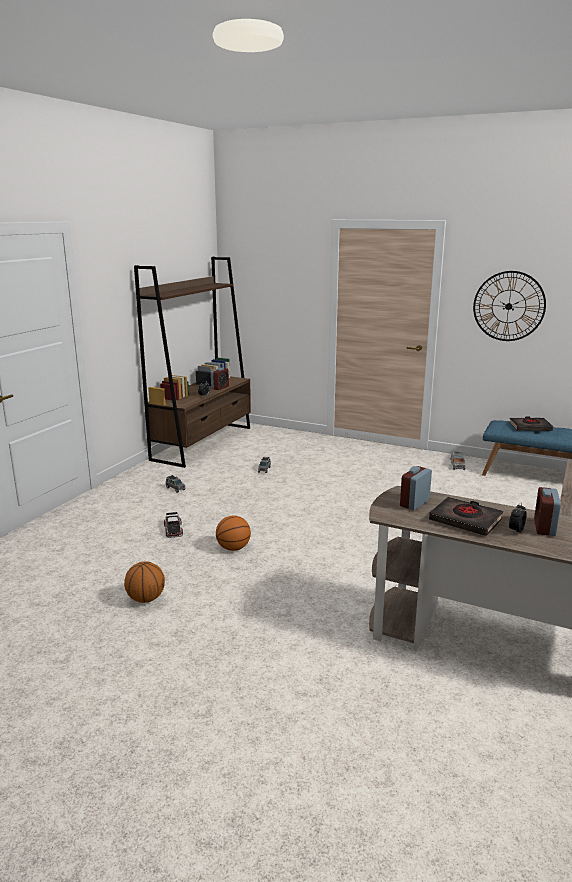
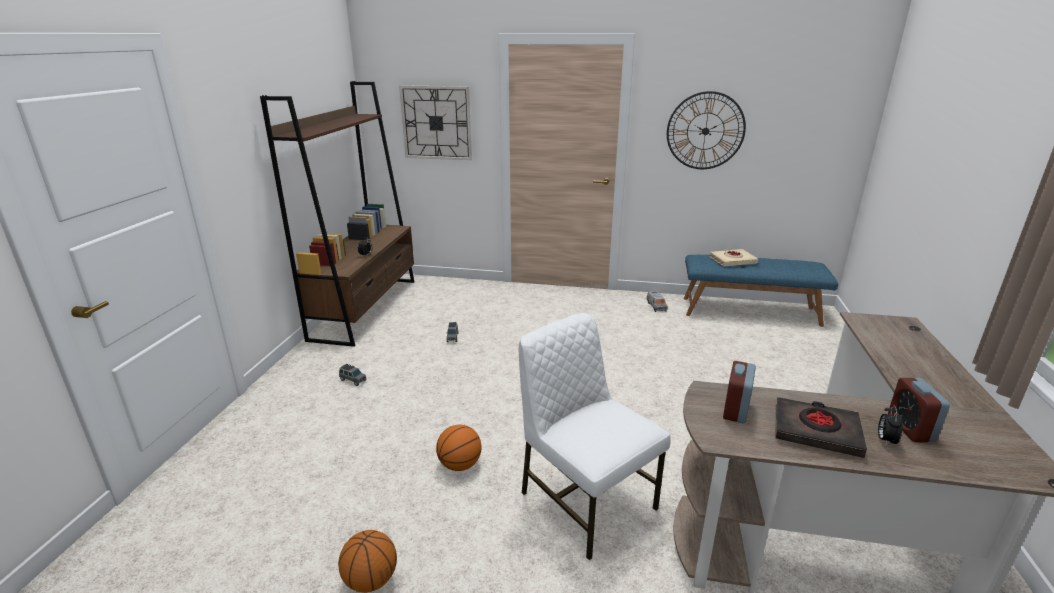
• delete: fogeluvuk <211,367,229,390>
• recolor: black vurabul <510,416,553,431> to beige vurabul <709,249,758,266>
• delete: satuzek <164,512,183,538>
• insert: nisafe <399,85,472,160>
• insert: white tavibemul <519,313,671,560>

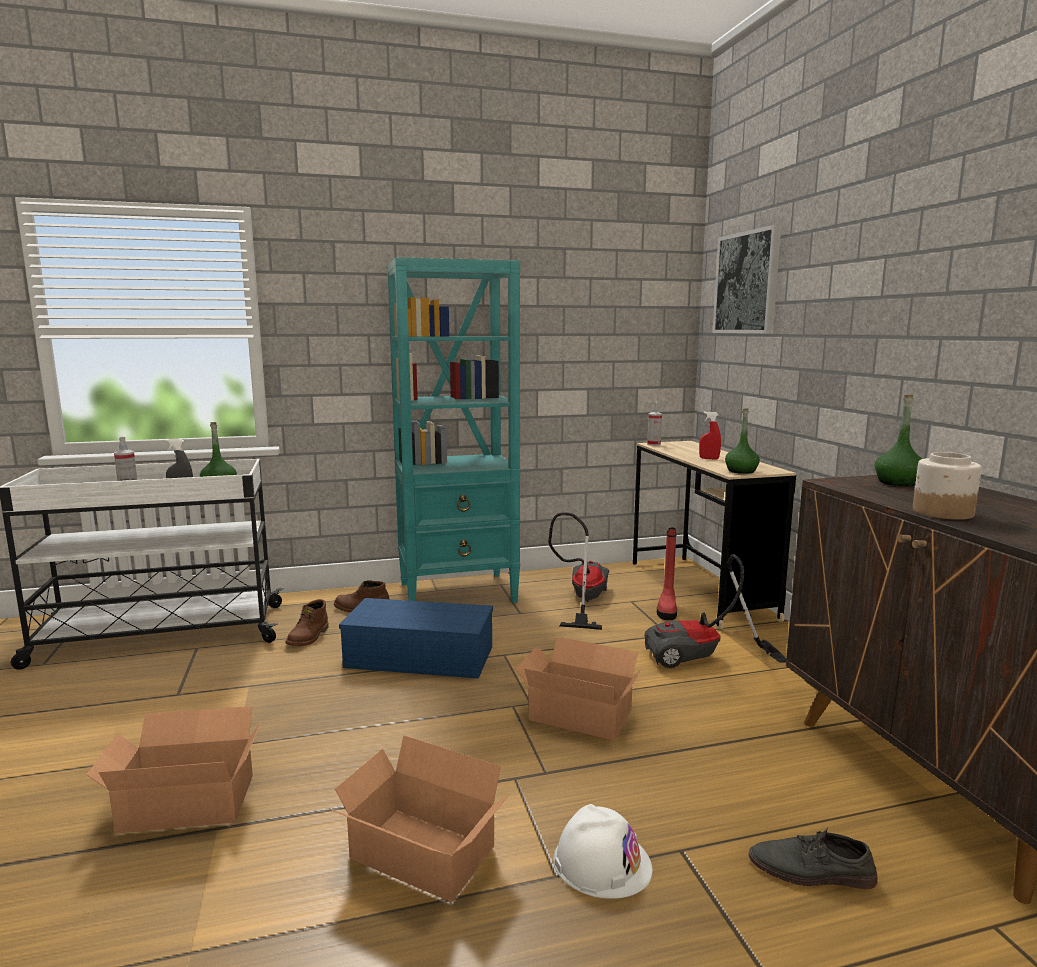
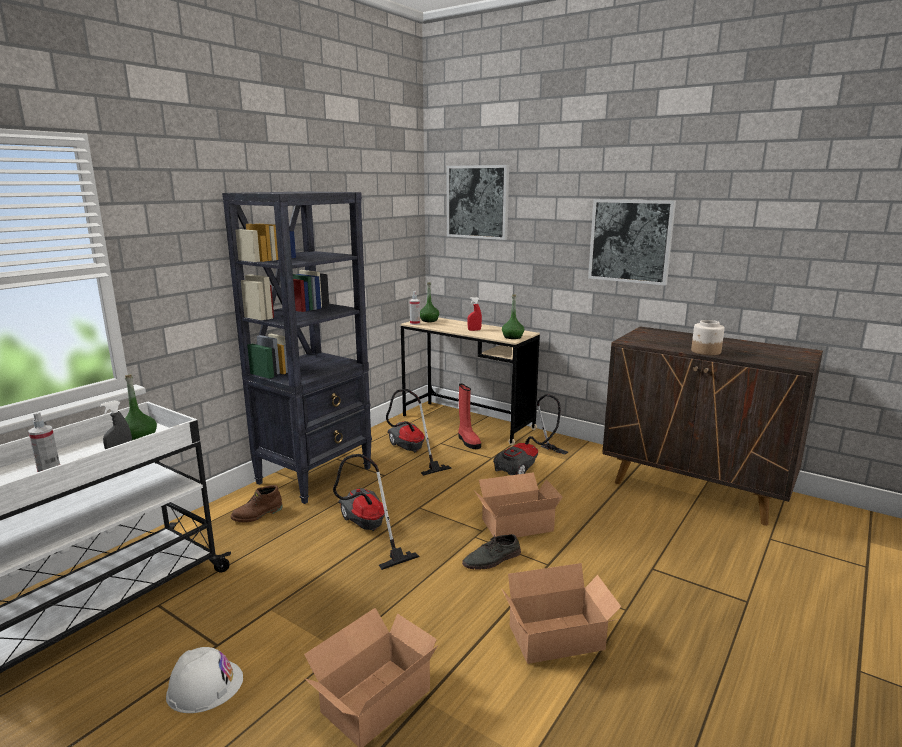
• recolor: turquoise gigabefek <387,257,520,603> to black gigabefek <222,192,372,504>
• move: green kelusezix <875,395,922,486> to <420,282,439,322>
• replace: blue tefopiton <339,598,493,679> to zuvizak <333,454,419,570>
• delete: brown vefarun <285,599,328,646>
• move: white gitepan <553,804,653,899> to <166,647,243,713>
• move: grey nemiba <749,828,878,889> to <462,534,521,570>
• insert: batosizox <588,199,676,285>

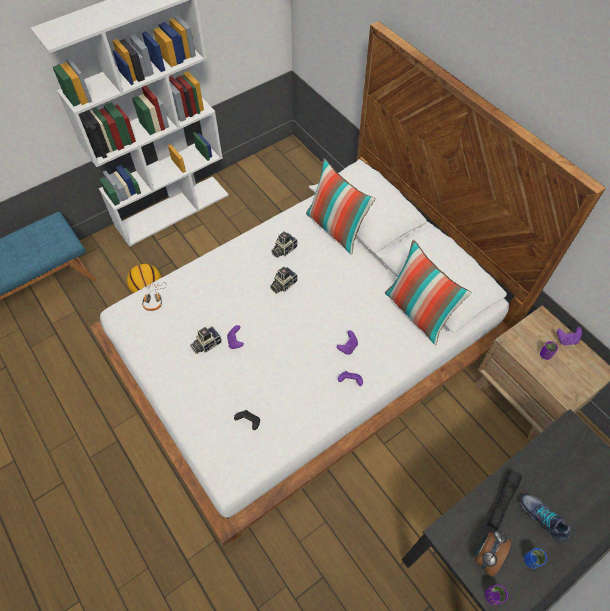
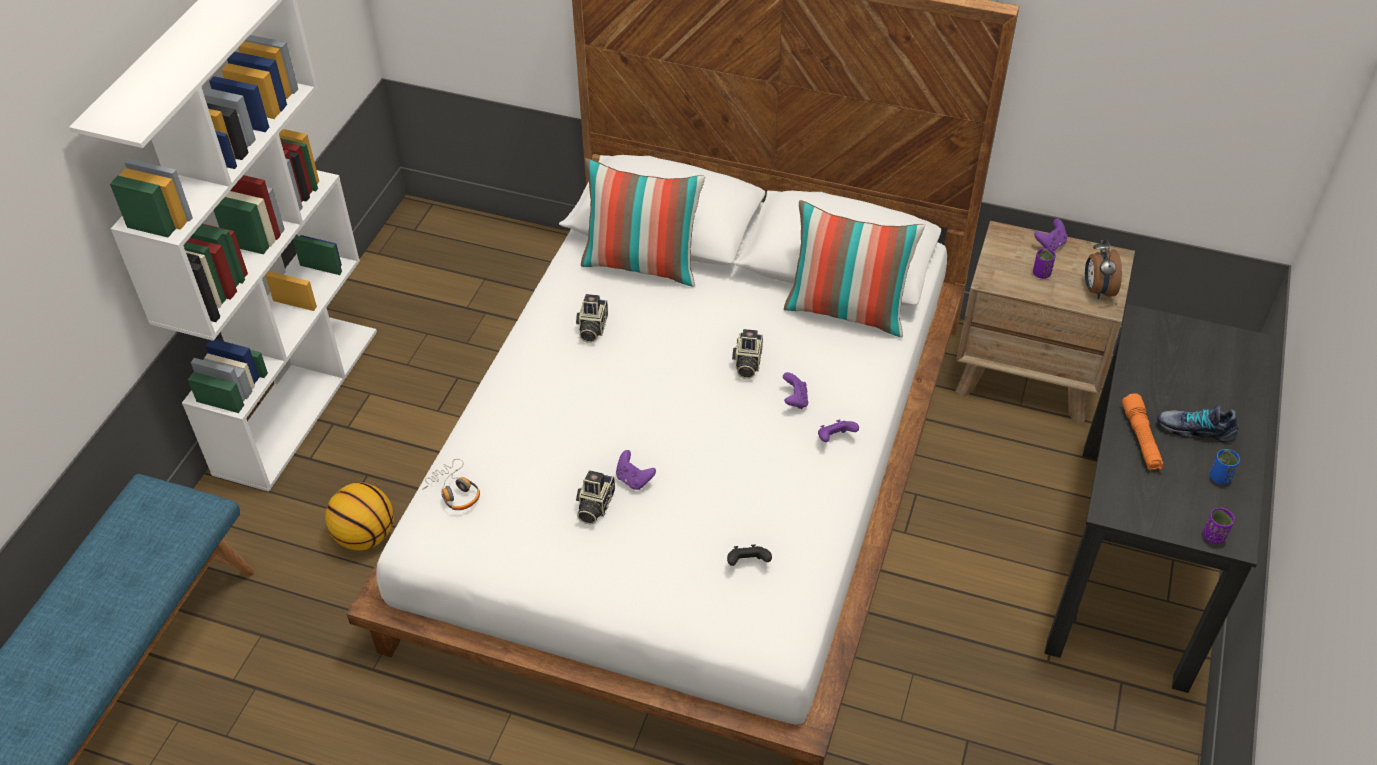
• move: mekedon <270,267,298,294> to <732,329,763,379>
• recolor: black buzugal <487,470,522,531> to orange buzugal <1122,393,1164,470>
• move: fogeluvuk <475,530,511,577> to <1085,239,1122,299>

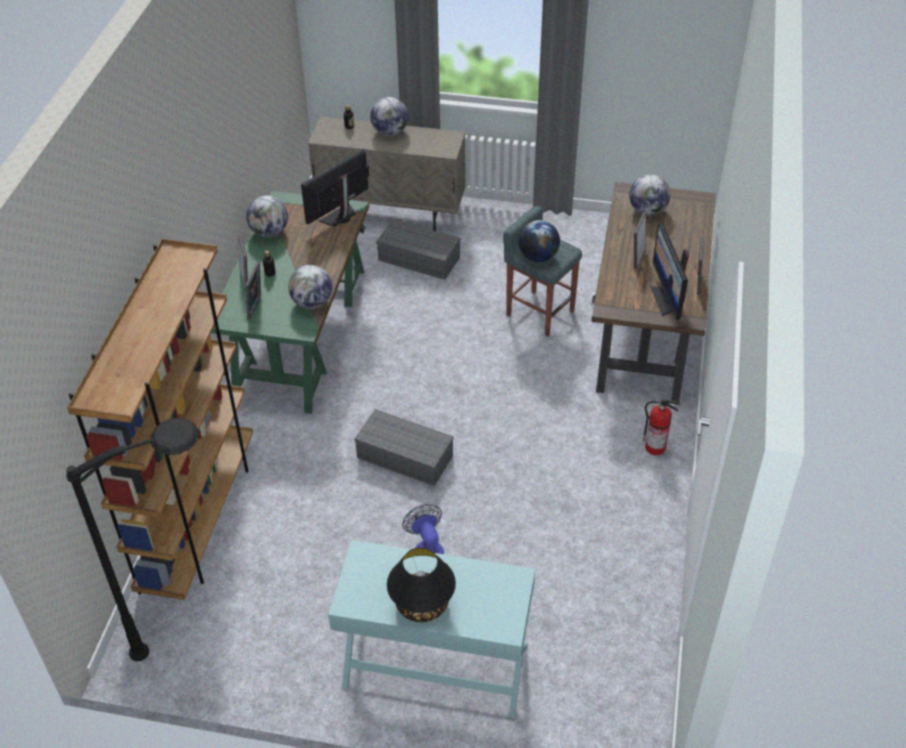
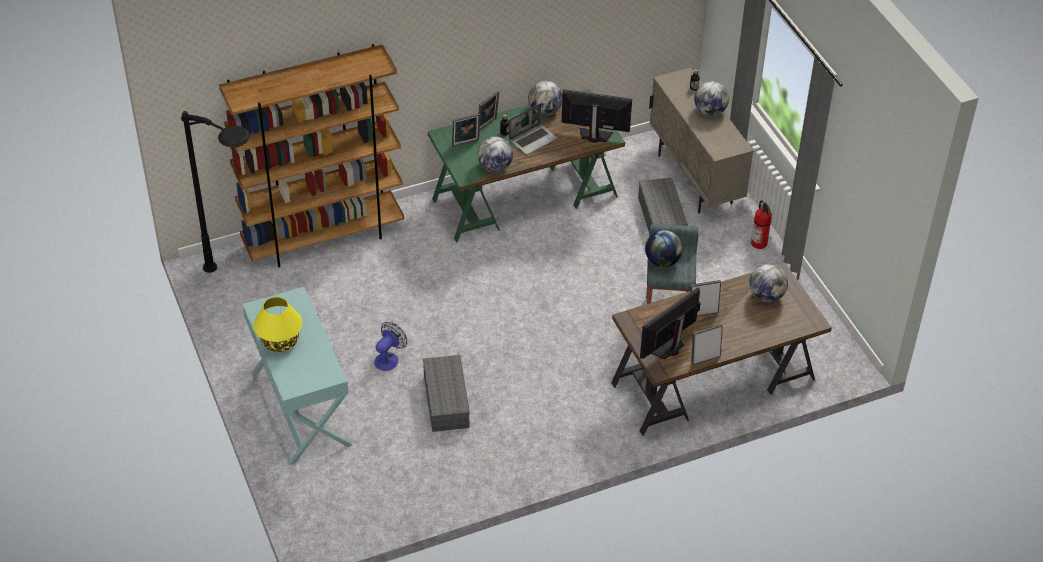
• move: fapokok <643,399,680,455> to <751,200,772,249>
• move: grey tefopiton <354,409,454,486> to <423,355,470,432>
• recolor: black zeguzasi <387,547,456,622> to yellow zeguzasi <253,297,302,352>
• insert: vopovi <509,104,557,155>

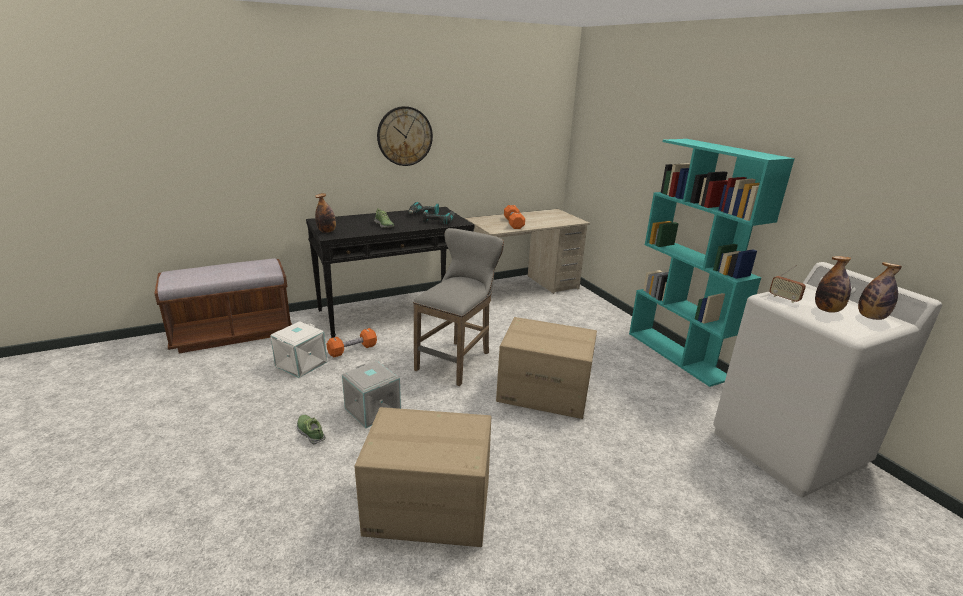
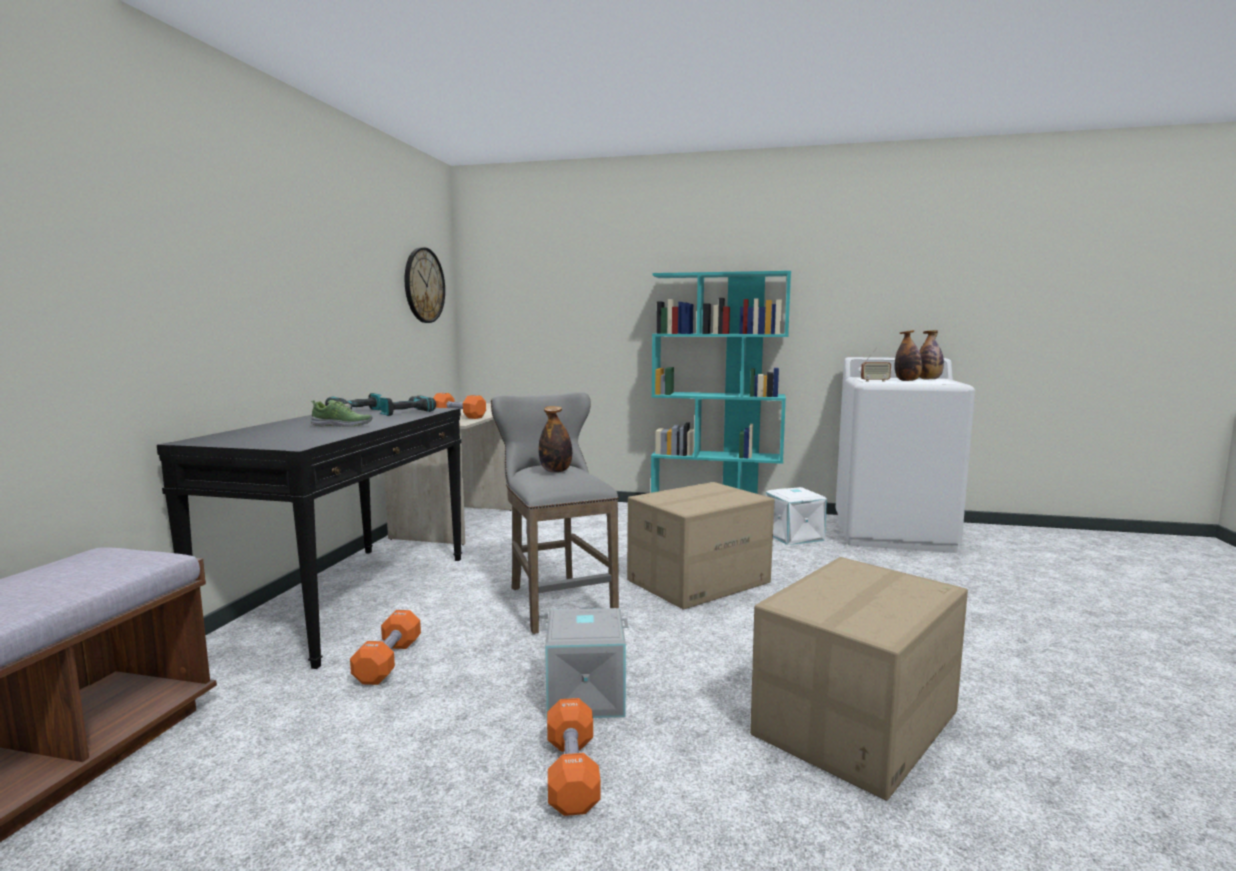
• move: nisafe <377,106,433,166> to <405,247,445,323>
• move: kelusezix <315,193,336,233> to <539,406,572,473>
• move: white tefopiton <270,321,327,378> to <766,487,827,545>
• replace: nemiba <297,415,326,445> to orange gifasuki <547,698,601,816>

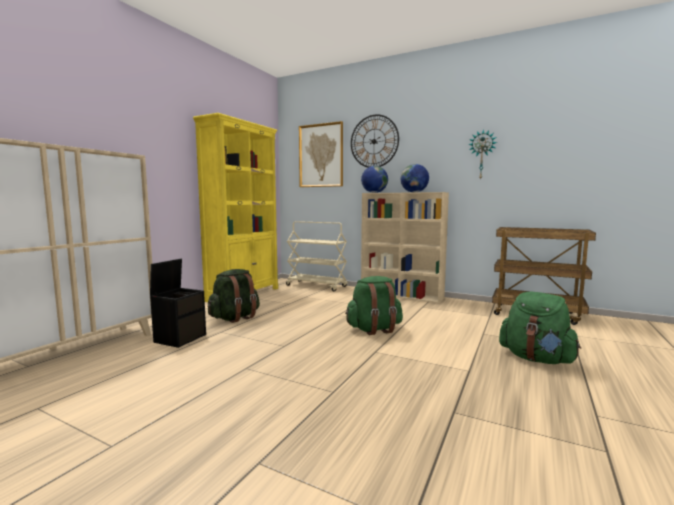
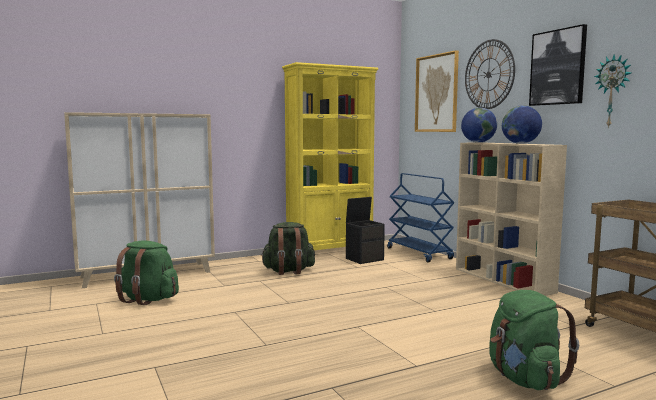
• recolor: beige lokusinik <286,221,347,292> to blue lokusinik <387,173,455,263>
• move: black tefopiton <150,259,206,348> to <346,197,385,264>
• move: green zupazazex <345,276,403,335> to <114,241,179,305>
• insert: batosizox <529,24,587,106>

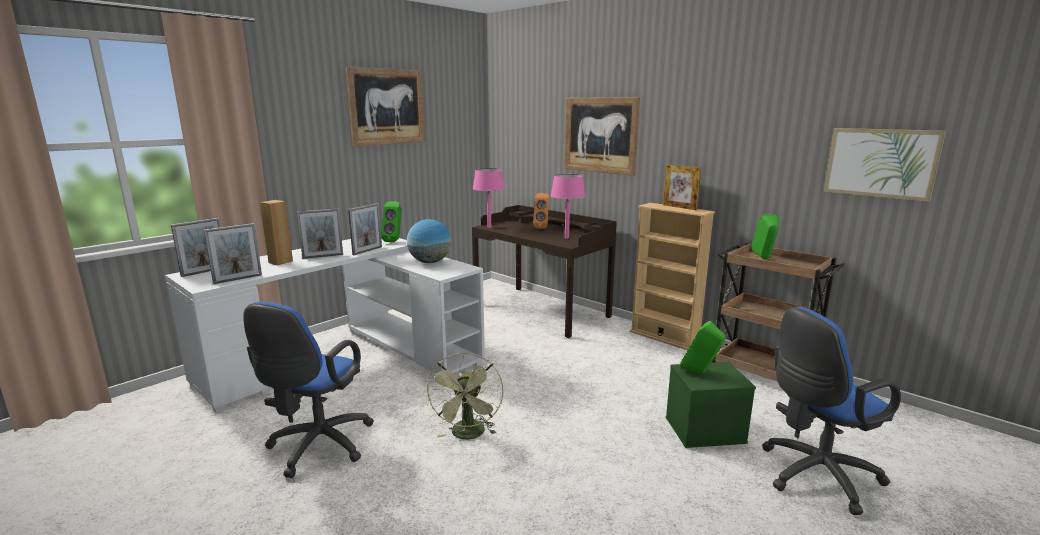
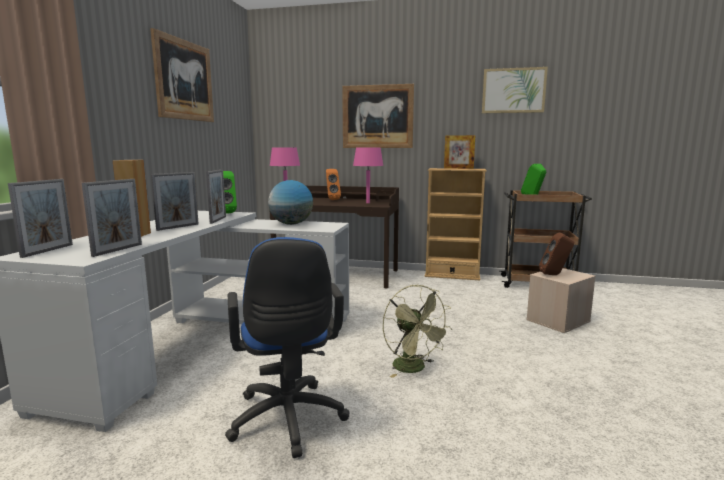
• move: batosizox <824,128,946,202> to <482,67,548,113>
• delete: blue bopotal <762,307,901,515>
• recolor: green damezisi <680,321,725,374> to brown damezisi <539,233,574,275>
• recolor: green tefopiton <666,362,756,448> to beige tefopiton <526,268,596,333>

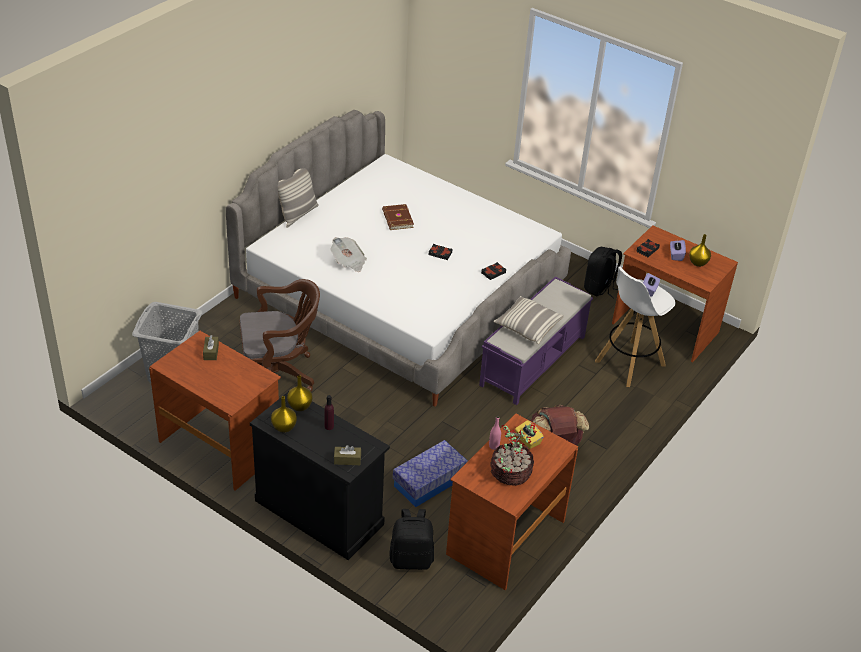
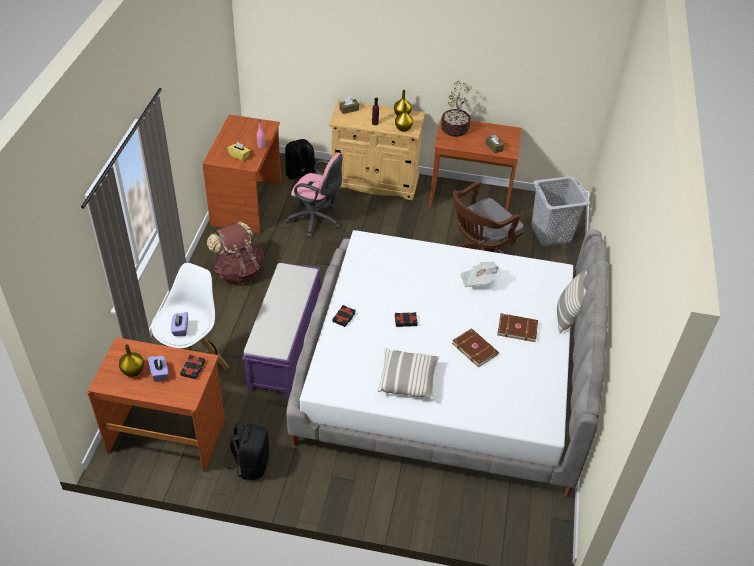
• move: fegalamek <494,296,564,344> to <378,348,440,399>
• recolor: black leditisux <250,391,390,560> to beige leditisux <329,100,426,200>
• move: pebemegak <491,423,537,486> to <441,81,471,137>
• replace: tefopiton <393,440,468,507> to pink bopotal <285,153,343,238>
• insert: brown vurabul <497,313,538,342>

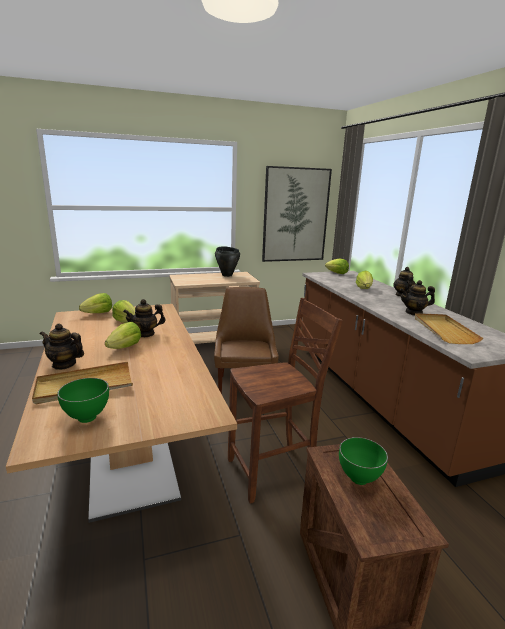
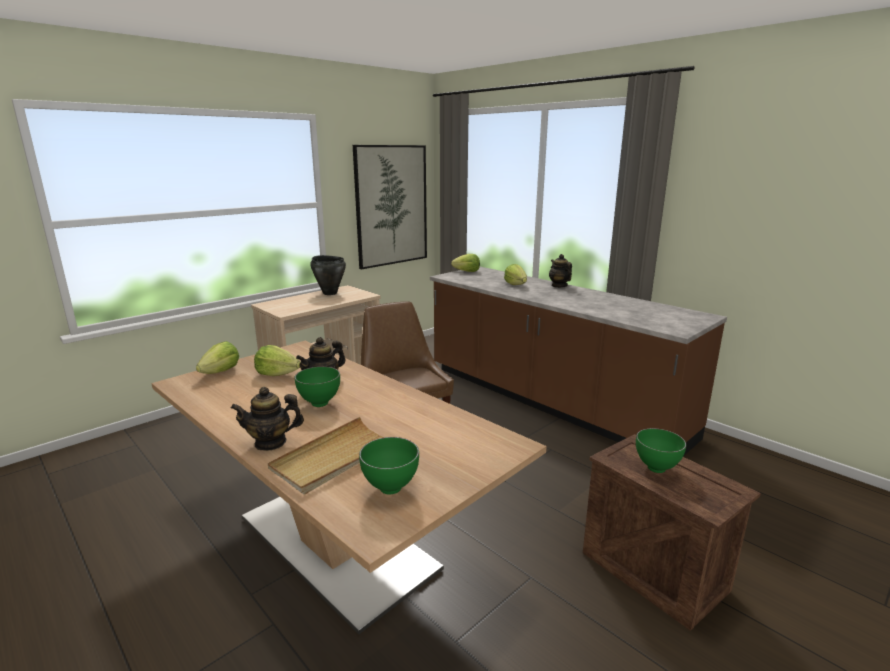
• delete: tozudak <400,280,435,315>
• delete: brown tavibemul <228,298,343,504>
• delete: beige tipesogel <415,313,483,344>
• replace: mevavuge <105,322,141,349> to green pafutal <295,366,340,407>

